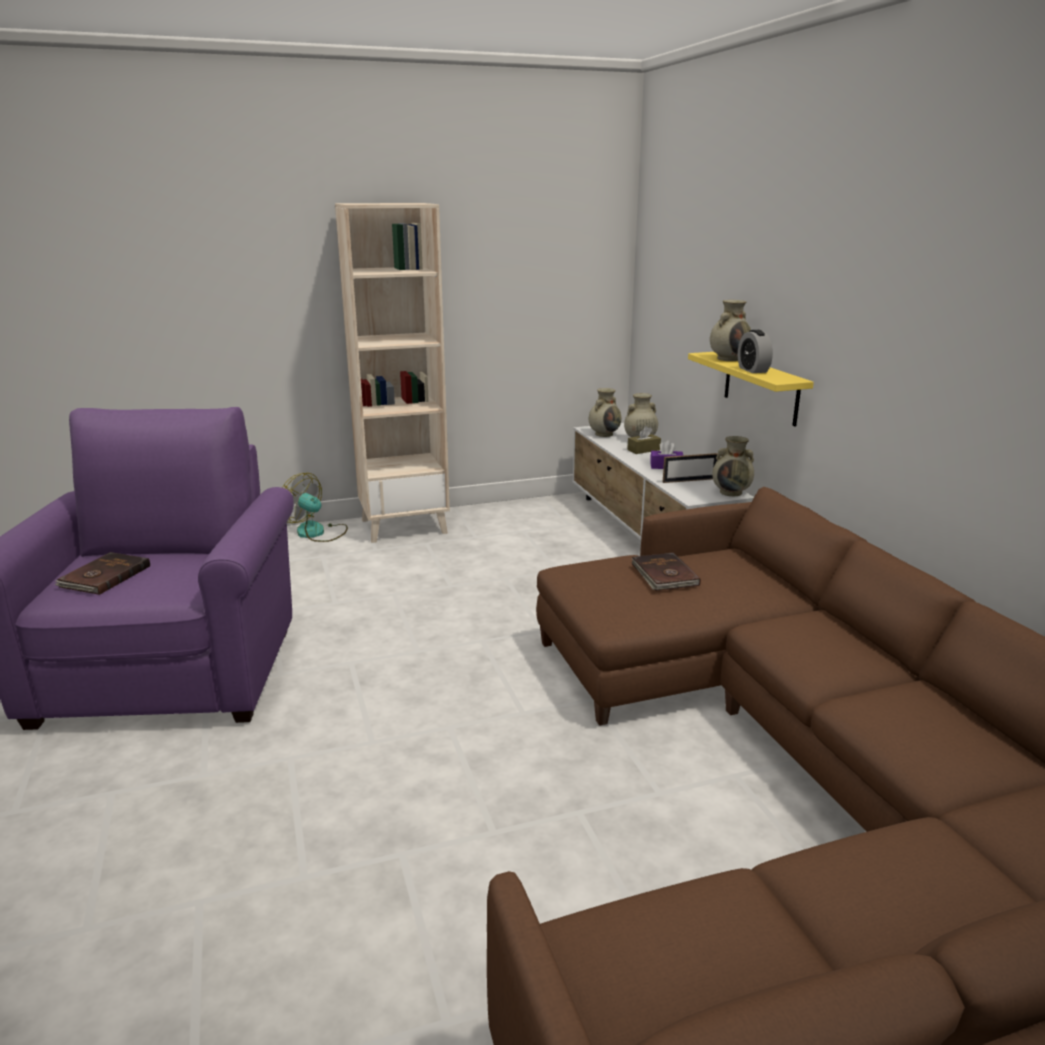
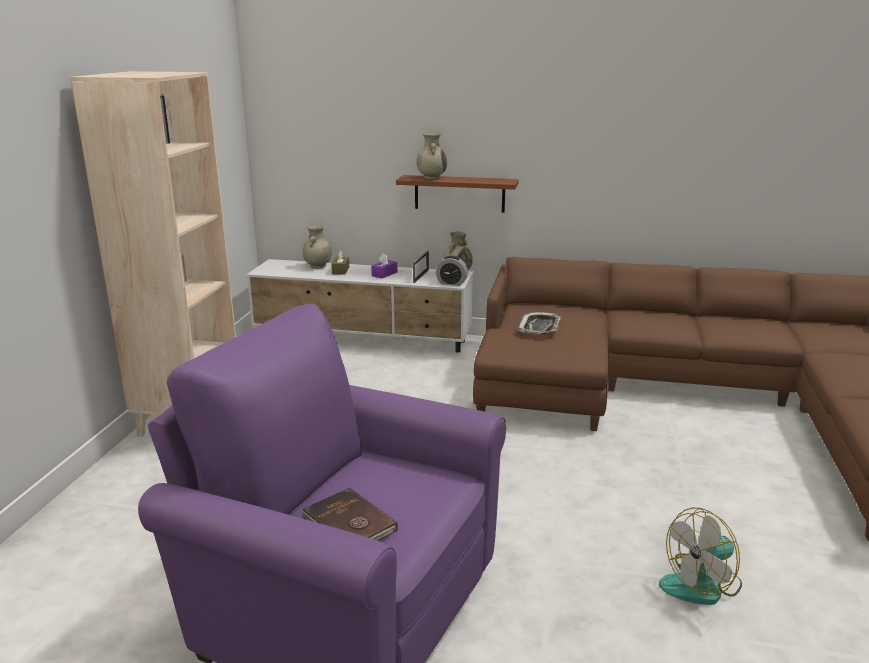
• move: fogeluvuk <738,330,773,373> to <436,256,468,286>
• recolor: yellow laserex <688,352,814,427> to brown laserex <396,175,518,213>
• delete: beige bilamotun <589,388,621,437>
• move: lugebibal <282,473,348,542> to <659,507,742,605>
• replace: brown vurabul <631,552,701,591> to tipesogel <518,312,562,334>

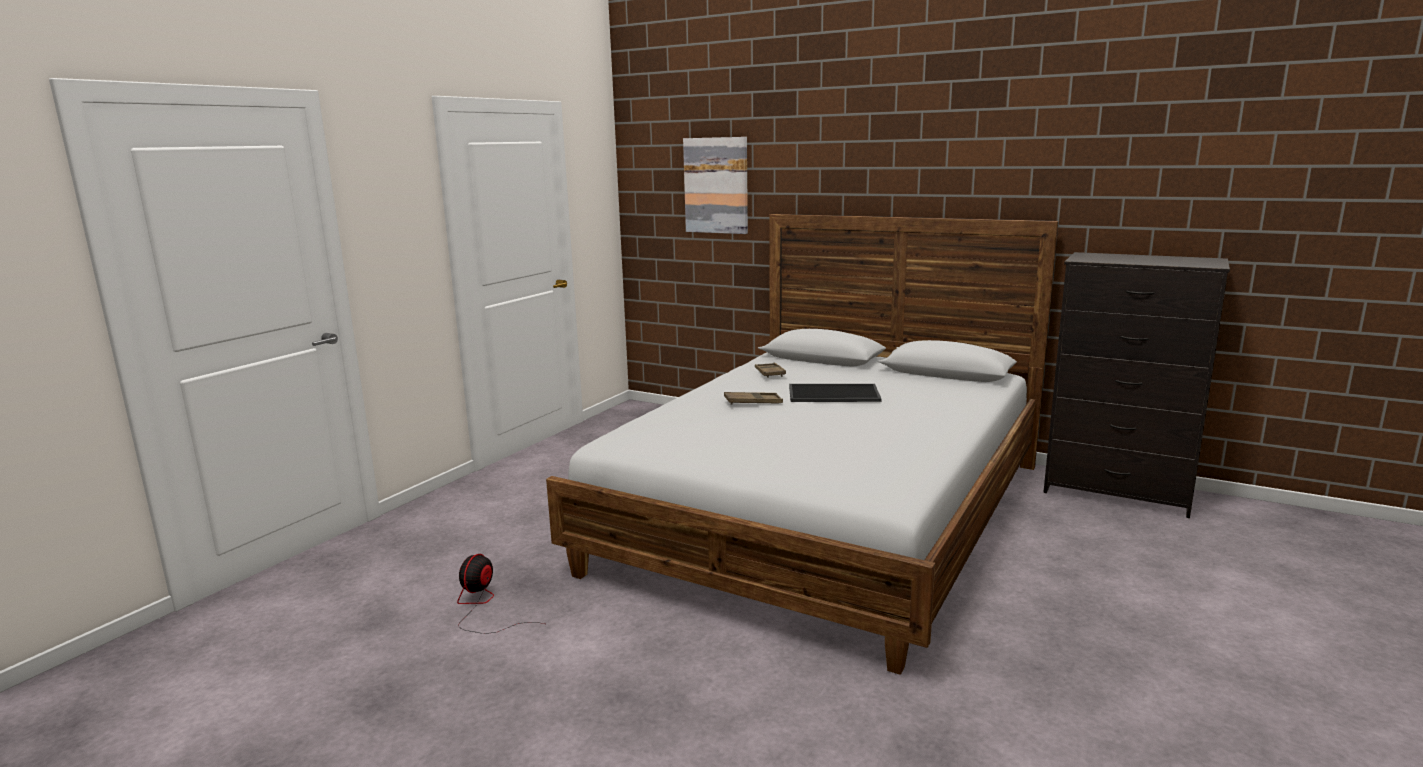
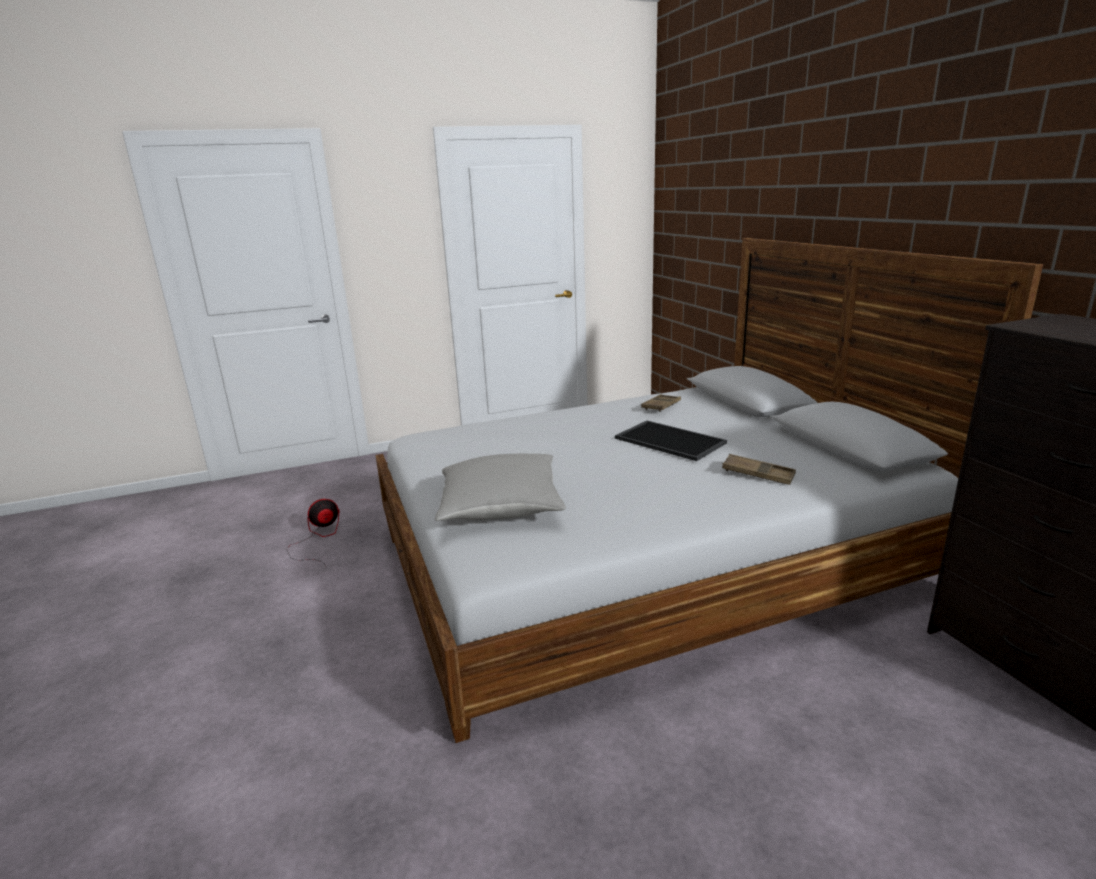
• delete: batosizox <683,137,748,234>
• move: brown tipesogel <724,392,783,405> to <722,454,796,485>
• insert: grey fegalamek <435,454,566,521>

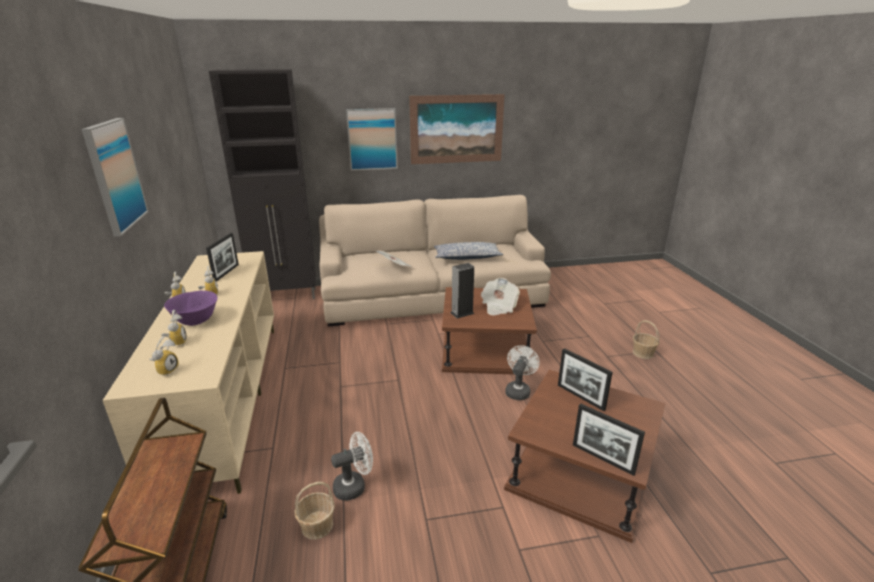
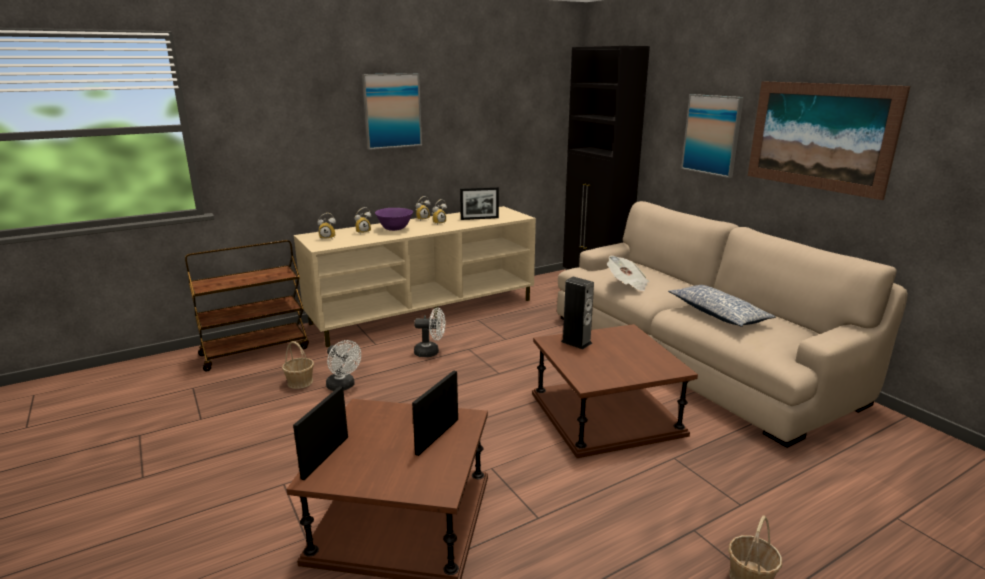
• delete: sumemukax <481,278,520,315>
• move: white lugebibal <505,345,540,400> to <414,307,445,357>

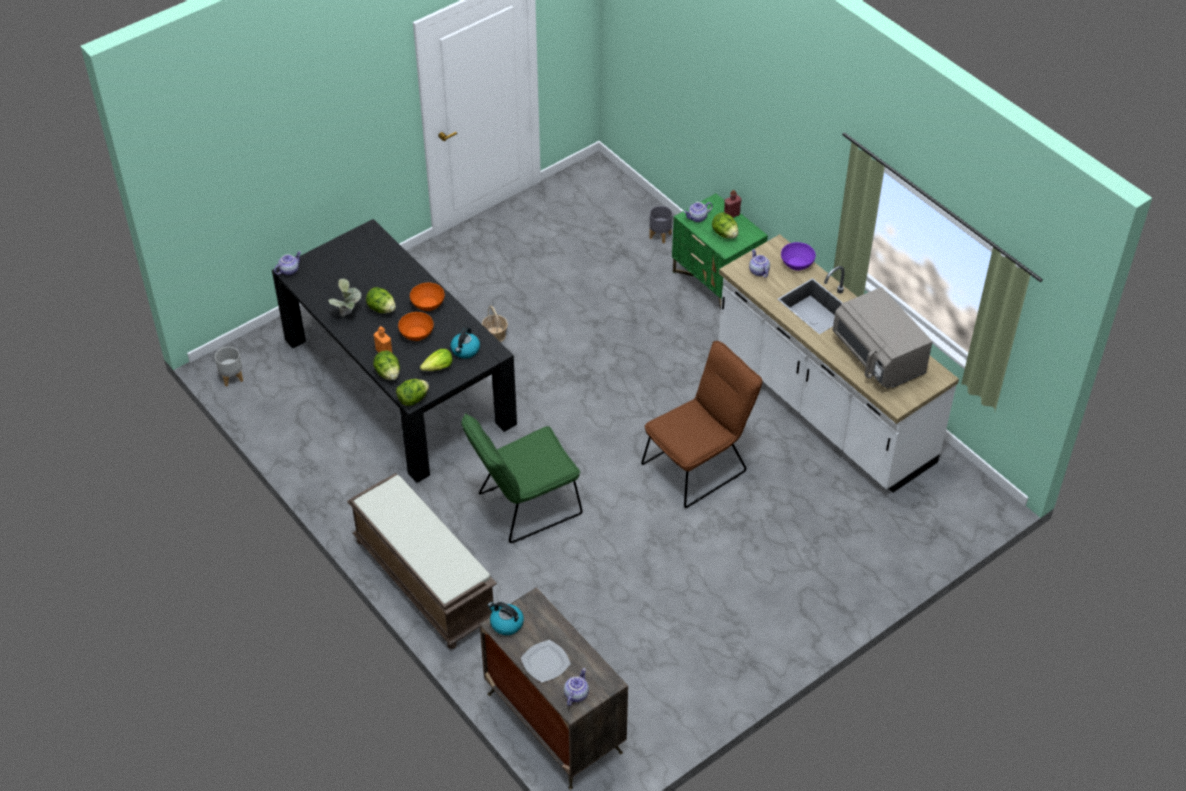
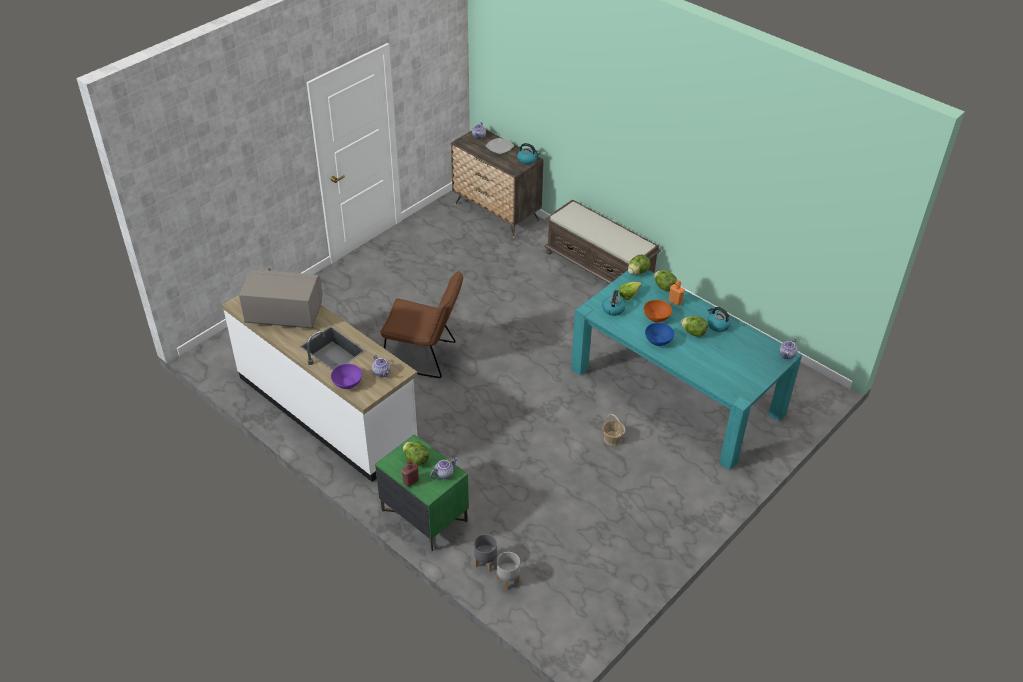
• recolor: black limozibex <272,219,517,483> to turquoise limozibex <571,269,802,470>
• replace: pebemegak <328,278,361,317> to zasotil <707,307,731,332>
• recolor: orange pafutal <410,283,445,311> to blue pafutal <645,323,674,346>
• rotate: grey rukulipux <833,287,932,389> = <239,268,323,328> 45 degrees counterclockwise
• rotate: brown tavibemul <641,341,763,508> = <380,271,463,378> 120 degrees counterclockwise
• move: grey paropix <215,347,243,386> to <497,552,520,590>
• delete: green tavibemul <461,413,583,543>

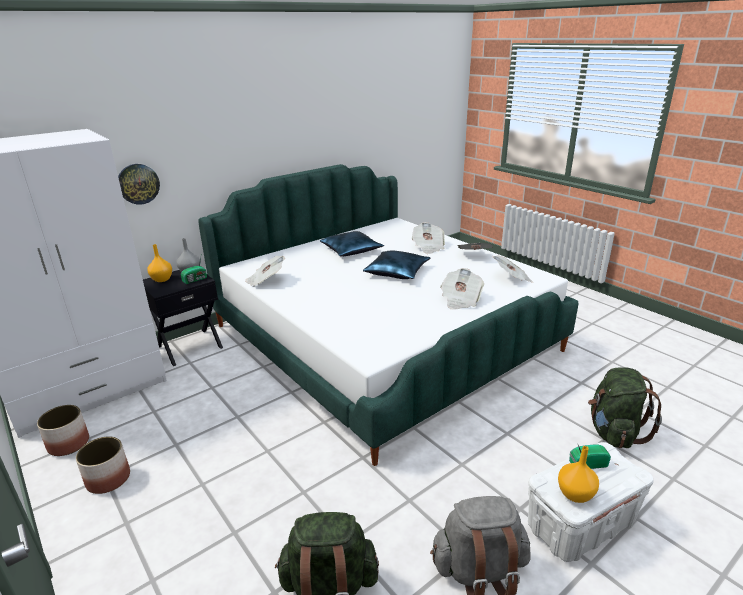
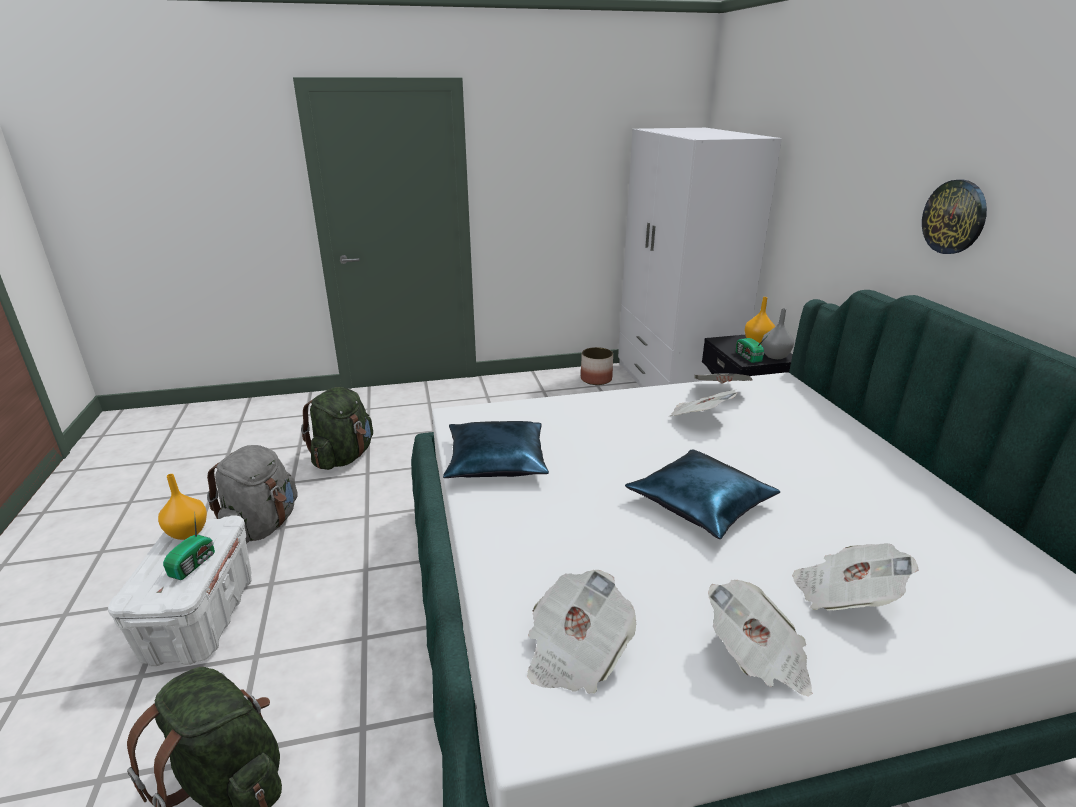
• move: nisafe <118,164,160,204> to <922,179,987,254>
• move: blue fegalamek <320,231,384,256> to <443,421,549,478>
• move: sumemukax <440,268,484,310> to <670,390,737,416>
• delete: paropix <76,436,130,494>

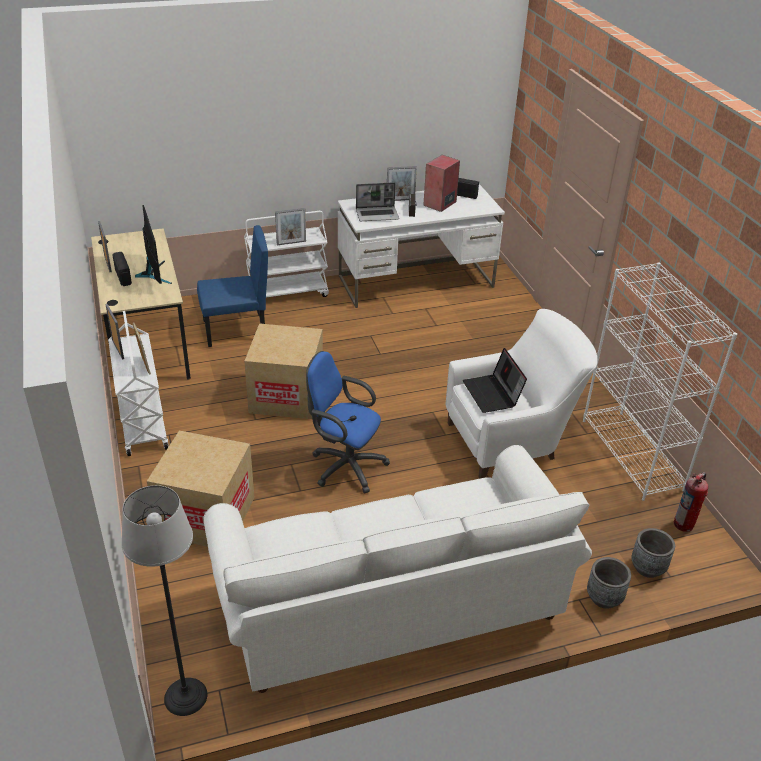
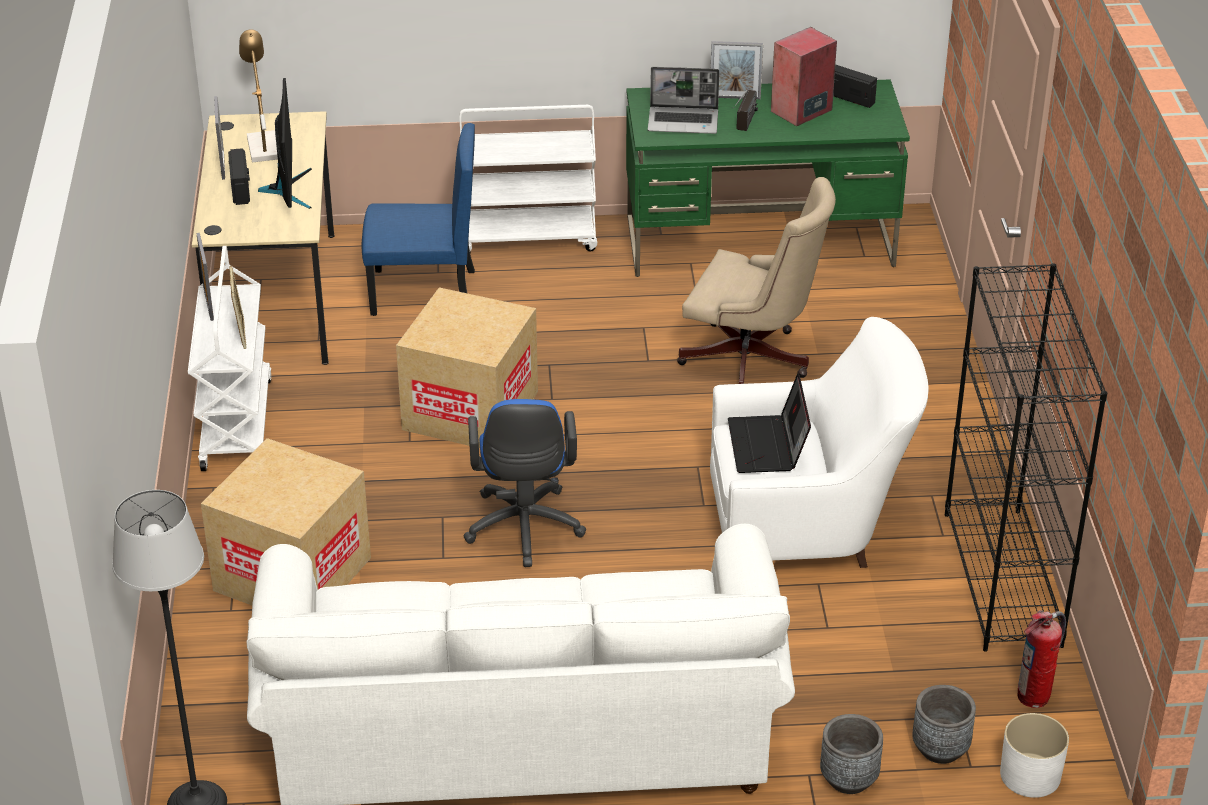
• recolor: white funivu <338,184,505,308> to green funivu <626,79,910,277>
• delete: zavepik <275,208,306,245>
• recolor: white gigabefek <583,263,737,501> to black gigabefek <945,263,1107,652>
• rotate: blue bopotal <306,351,390,493> = <464,399,586,567> 135 degrees counterclockwise
• insert: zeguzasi <239,29,278,162>
• insert: beige bopotal <677,177,836,384>
• insert: white paropix <1000,713,1069,798>

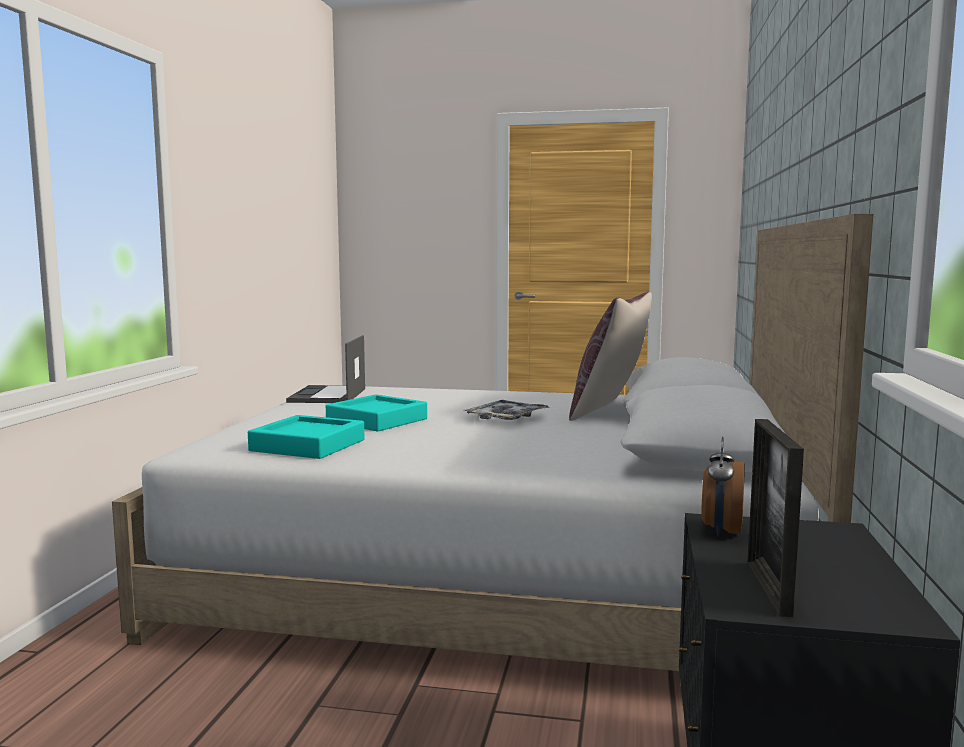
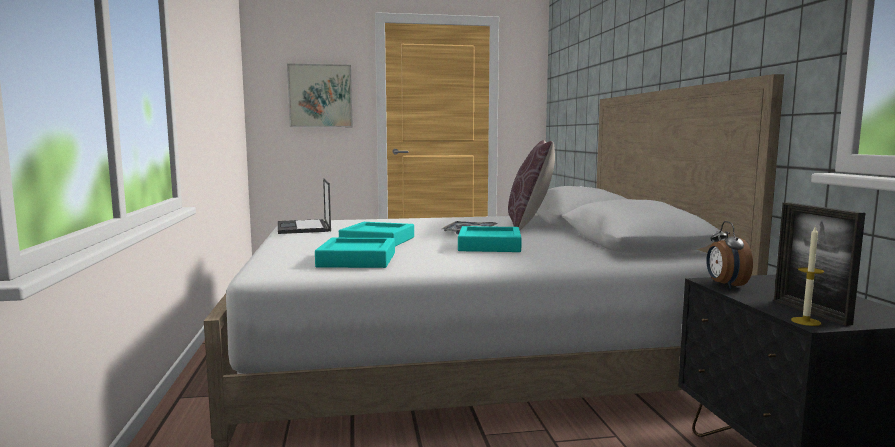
• insert: batosizox <287,63,353,127>
• insert: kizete <791,225,824,326>
• insert: turquoise tipesogel <458,226,522,252>

